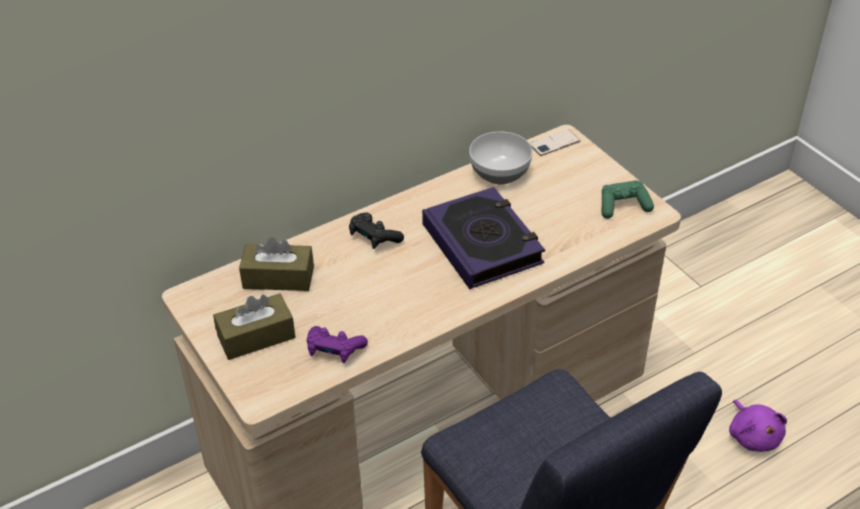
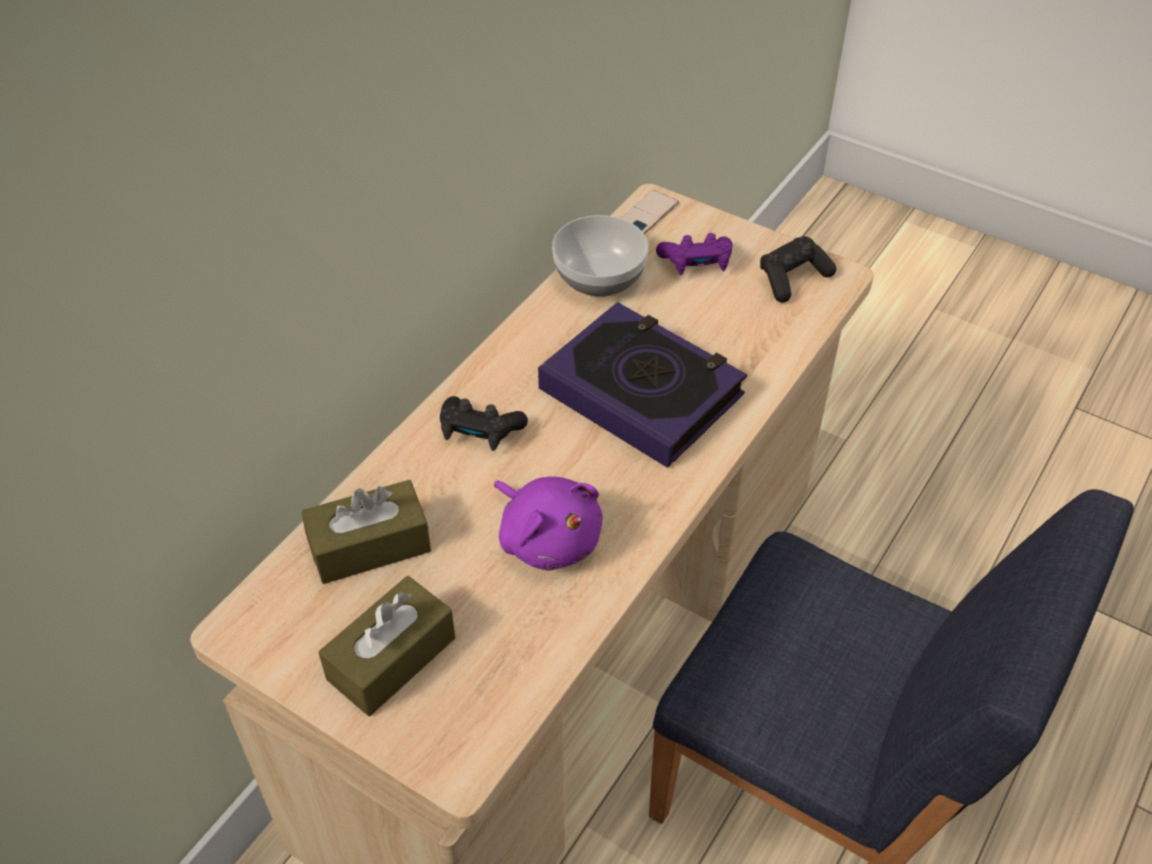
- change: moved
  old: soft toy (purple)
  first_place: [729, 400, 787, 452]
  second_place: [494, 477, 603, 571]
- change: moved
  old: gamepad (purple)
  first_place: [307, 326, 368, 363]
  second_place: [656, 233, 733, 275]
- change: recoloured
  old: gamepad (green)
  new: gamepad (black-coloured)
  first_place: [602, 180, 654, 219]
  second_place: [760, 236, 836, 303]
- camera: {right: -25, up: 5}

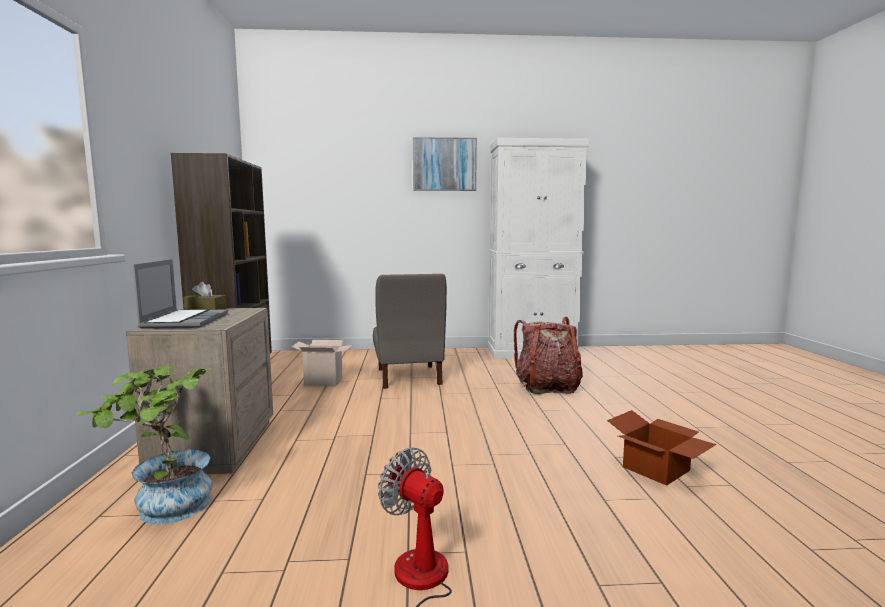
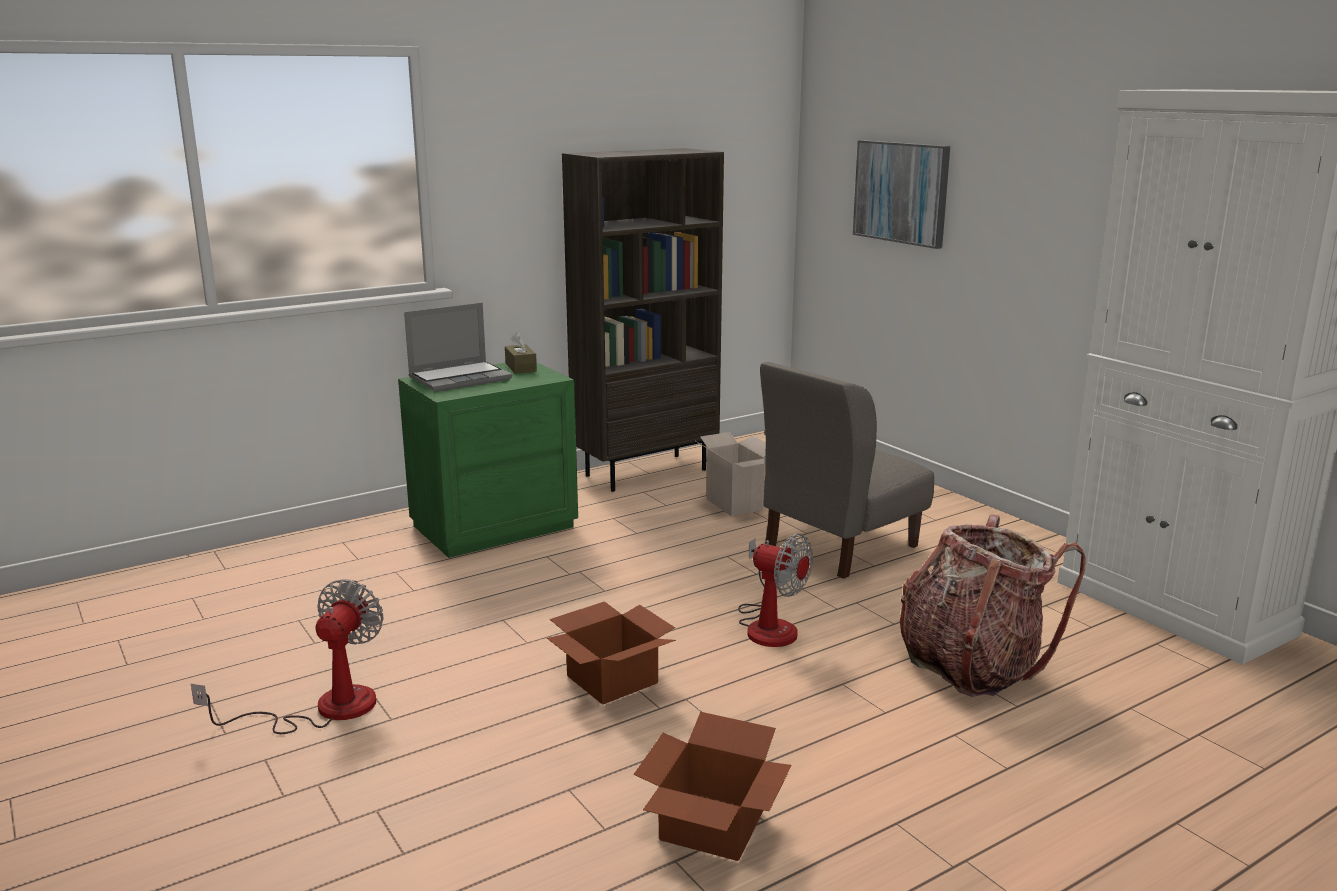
- change: recoloured
  old: night table (beige)
  new: night table (green)
  first_place: [126, 308, 273, 474]
  second_place: [398, 363, 578, 558]
- change: added
  new: carton
  second_place: [547, 601, 676, 705]
- change: added
  new: fan
  second_place: [738, 534, 813, 647]
- change: moved
  old: picture
  first_place: [413, 137, 477, 191]
  second_place: [853, 140, 950, 249]
- change: removed
  old: plant in a pot
  first_place: [76, 366, 214, 524]
- camera: {right: 60, up: 10}

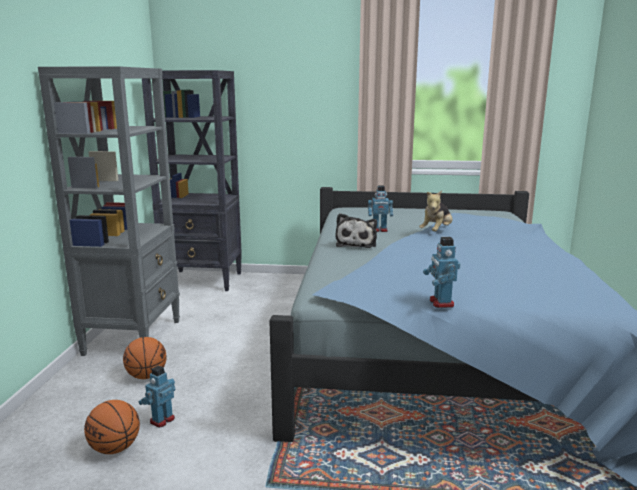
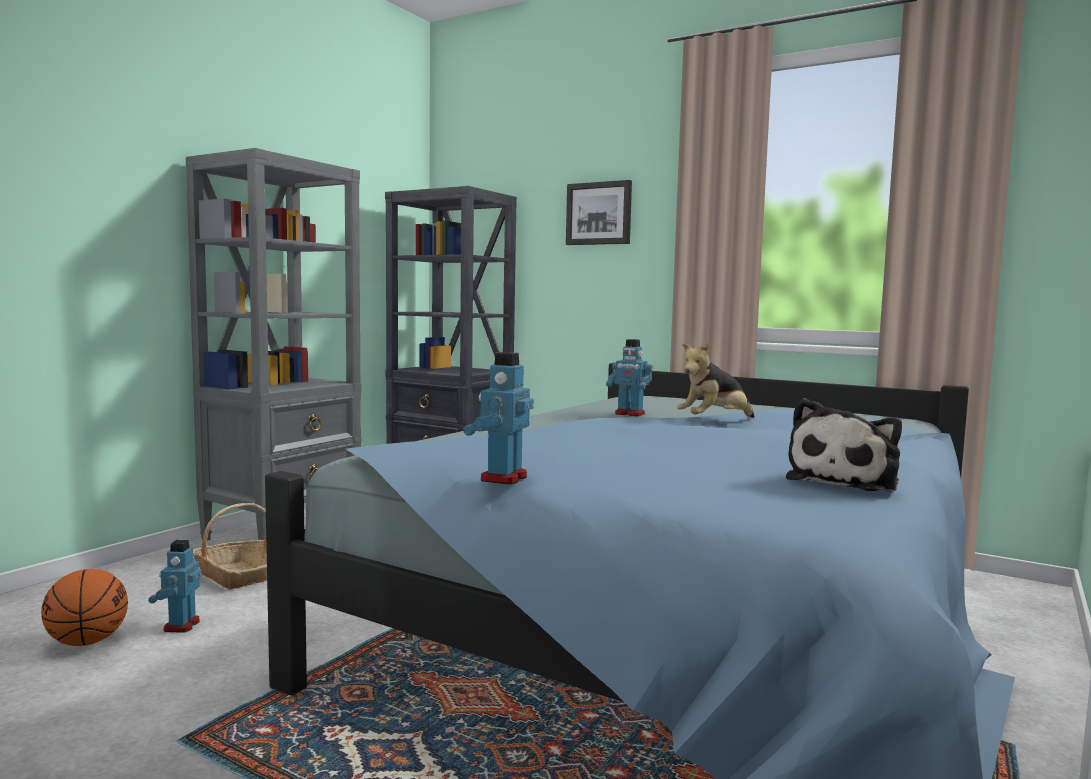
- change: turned
  old: toy robot
  first_place: [138, 365, 176, 428]
  second_place: [148, 540, 202, 632]
  degrees: -60
- change: replaced
  old: basketball
  new: basket
  first_place: [123, 337, 167, 379]
  second_place: [193, 503, 267, 589]
- change: added
  new: picture
  second_place: [566, 180, 632, 245]
- change: moved
  old: soft toy
  first_place: [335, 213, 377, 248]
  second_place: [786, 398, 902, 492]
- camera: {right: 25, up: -10}

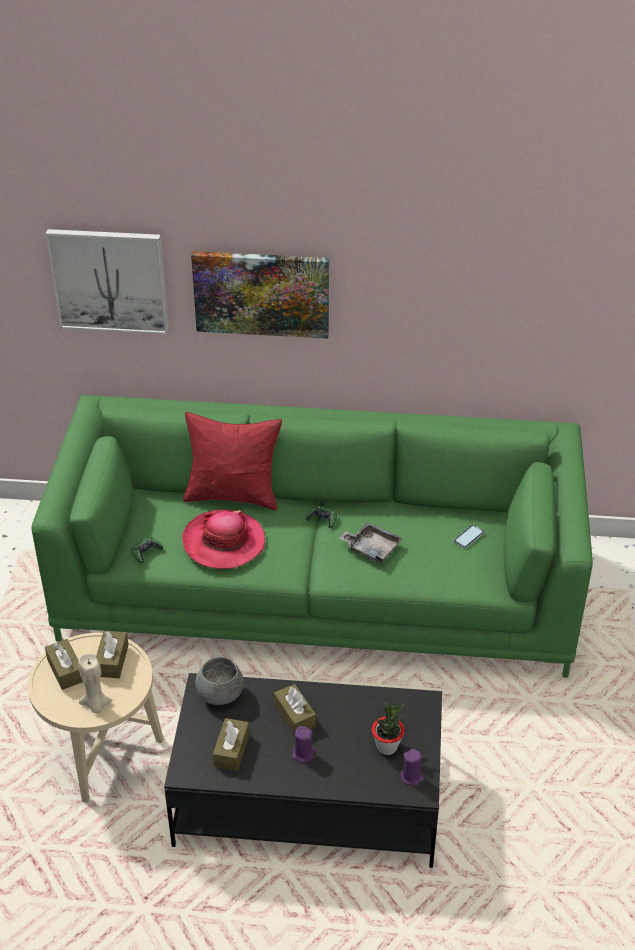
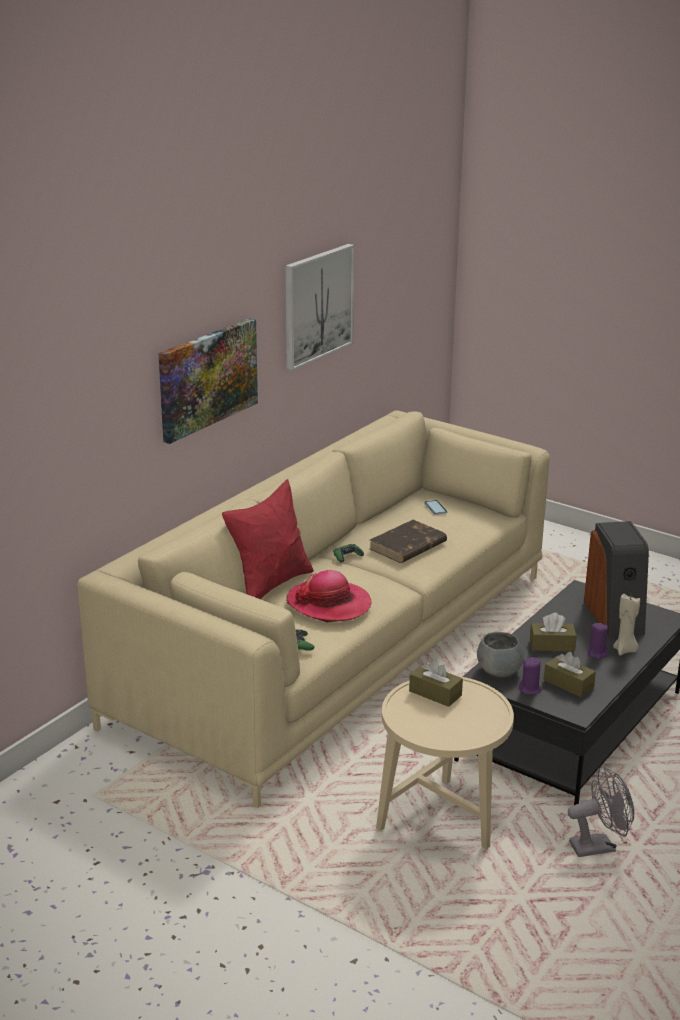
- change: recoloured
  old: couch (green)
  new: couch (beige)
  first_place: [31, 395, 593, 678]
  second_place: [77, 410, 550, 808]
- change: moved
  old: picture
  first_place: [46, 229, 169, 335]
  second_place: [285, 244, 355, 371]
- change: replaced
  old: carrying tray (gray)
  new: volume (brown-coloured)
  first_place: [339, 522, 403, 563]
  second_place: [370, 520, 447, 563]
- change: moved
  old: candle (purple)
  first_place: [400, 749, 424, 786]
  second_place: [519, 657, 542, 695]
- change: added
  new: fan (gray)
  second_place: [568, 766, 634, 857]
- change: replaced
  old: plant in a pot
  new: loudspeaker
  first_place: [372, 702, 405, 755]
  second_place: [584, 521, 649, 637]
- change: moved
  old: candle (beige)
  first_place: [78, 653, 112, 713]
  second_place: [613, 594, 640, 656]
- change: removed
  old: tissue holder (brown-coloured)
  first_place: [45, 639, 82, 690]
- camera: {right: -60, up: -15}

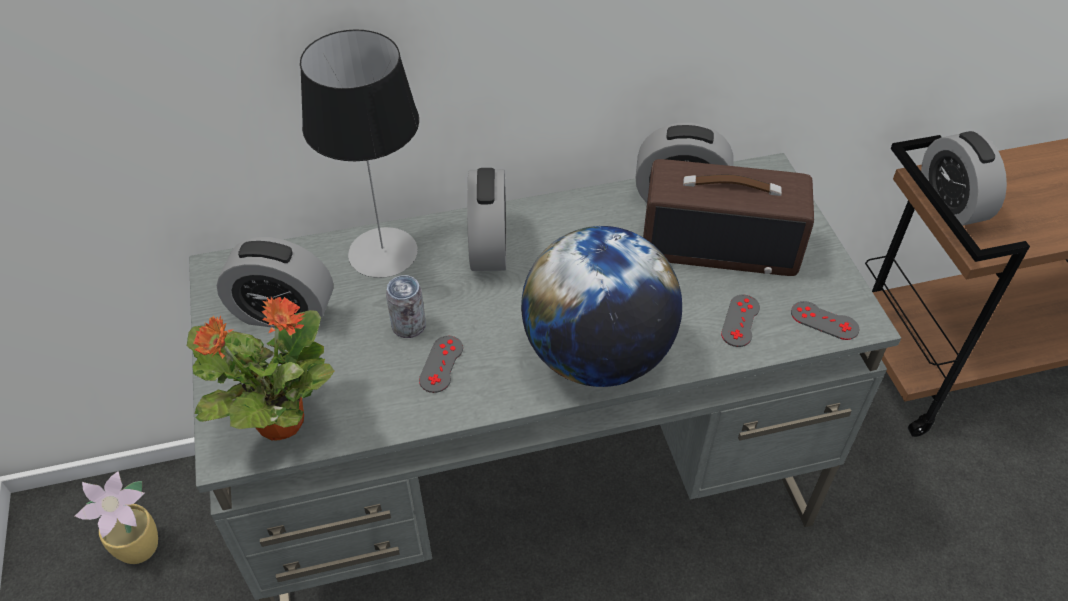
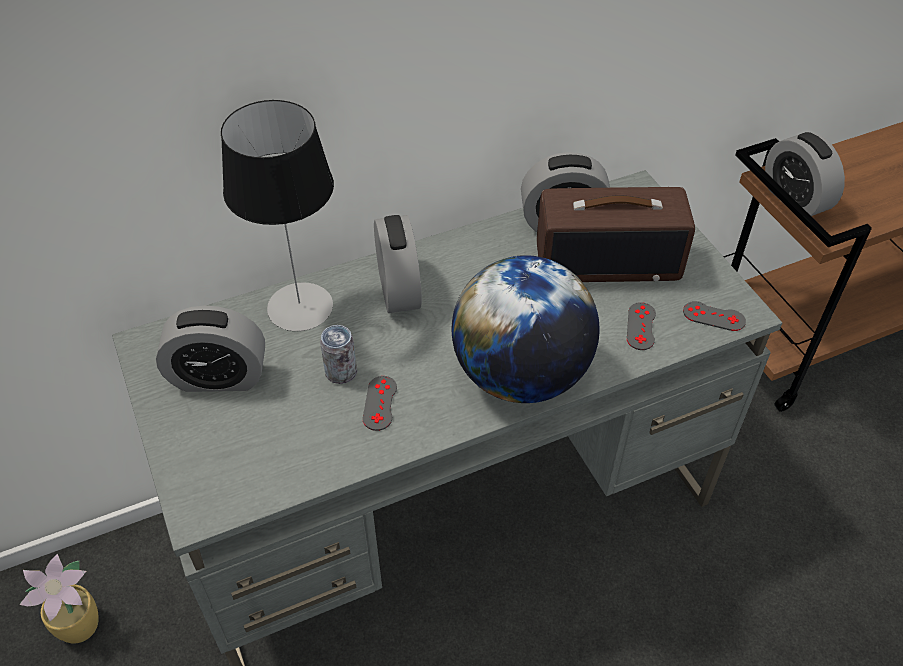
- change: removed
  old: plant in a pot
  first_place: [187, 297, 334, 441]
- camera: {right: -10, up: 0}

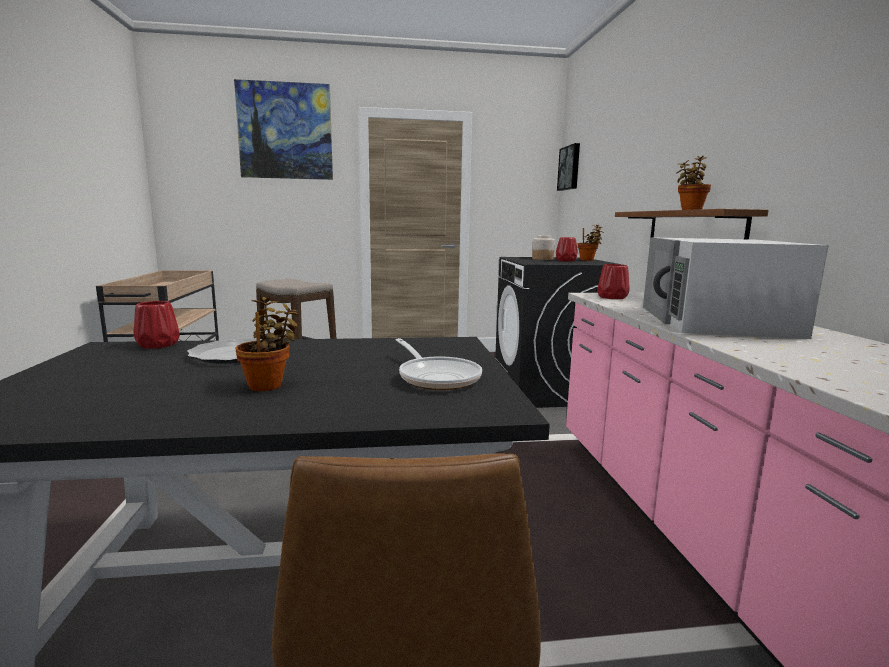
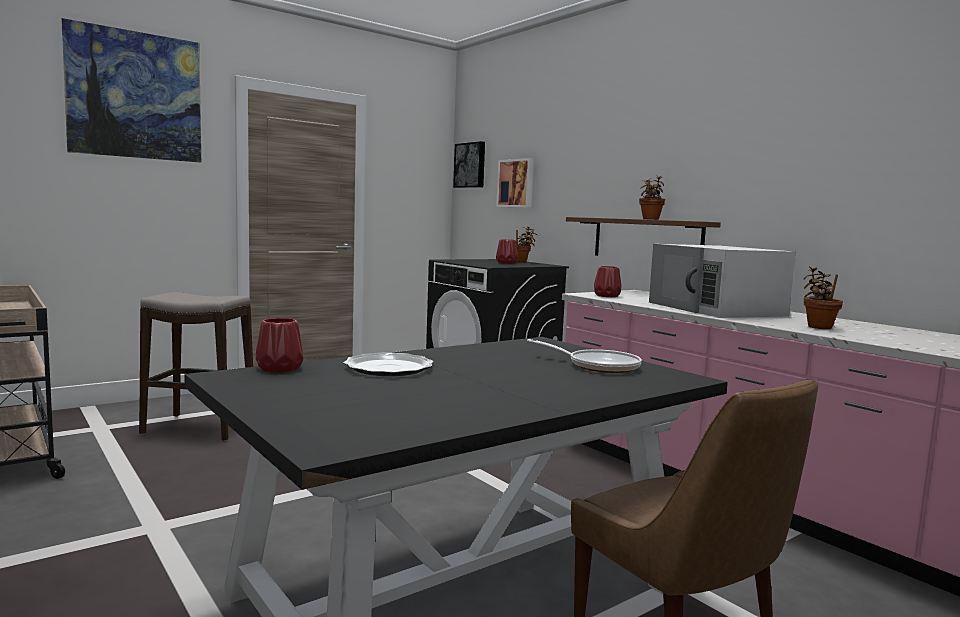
- change: added
  new: picture
  second_place: [496, 158, 534, 208]
- change: moved
  old: plant in a pot
  first_place: [236, 297, 298, 391]
  second_place: [804, 266, 843, 329]
- change: removed
  old: jar
  first_place: [532, 235, 555, 260]
- camera: {right: -30, up: -5}

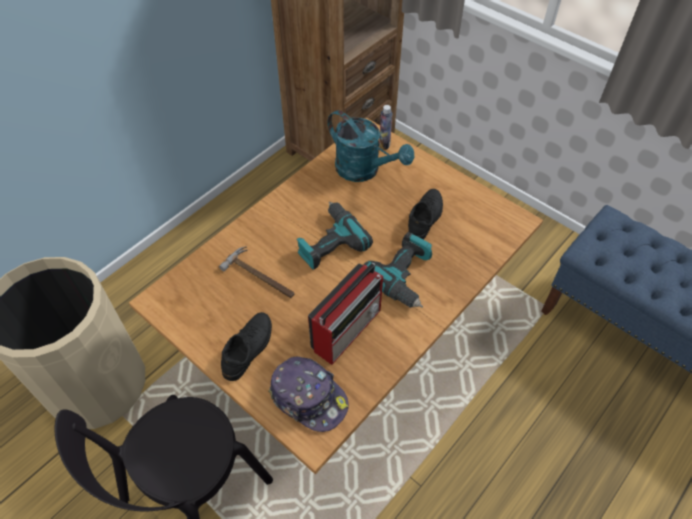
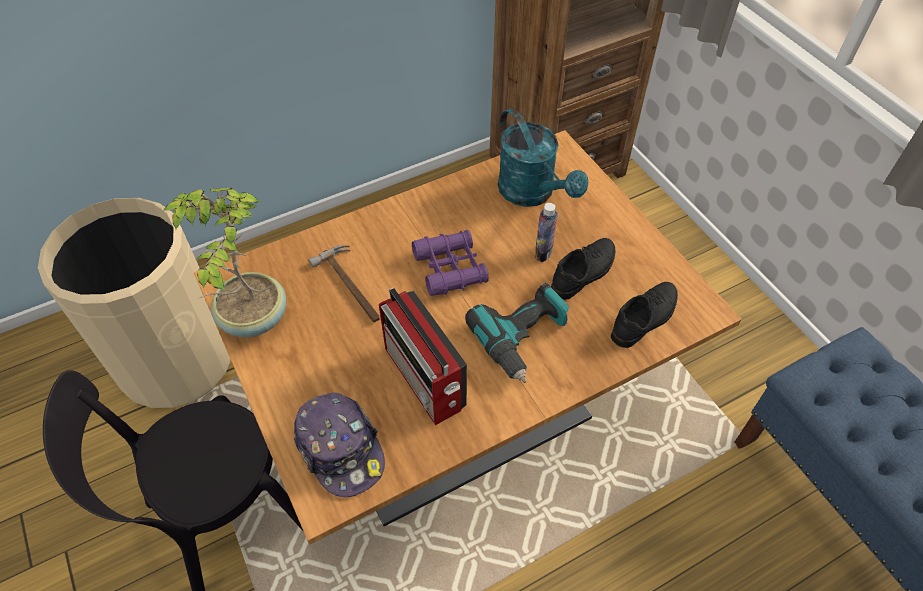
- change: added
  new: plant in a pot
  second_place: [163, 188, 286, 337]
- change: turned
  old: radio receiver
  first_place: [308, 262, 383, 365]
  second_place: [379, 288, 467, 425]
  degrees: 90
- change: replaced
  old: power drill
  new: pair of binoculars (purple)
  first_place: [296, 201, 373, 270]
  second_place: [412, 230, 489, 296]
- change: moved
  old: drink bottle
  first_place: [379, 105, 392, 150]
  second_place: [535, 203, 558, 262]
- change: moved
  old: item of footwear (black-coloured)
  first_place: [221, 312, 272, 381]
  second_place: [611, 282, 678, 348]
- camera: {right: 20, up: 0}

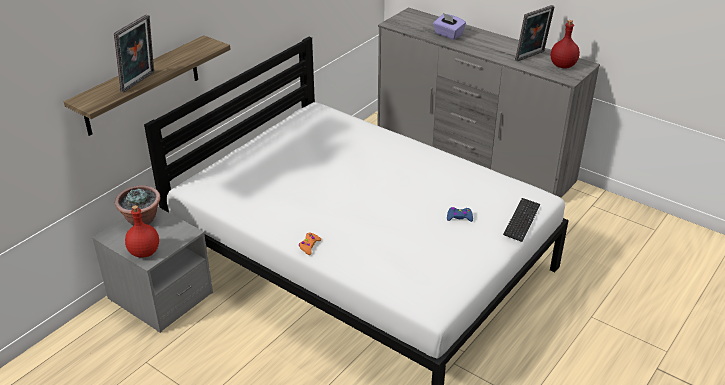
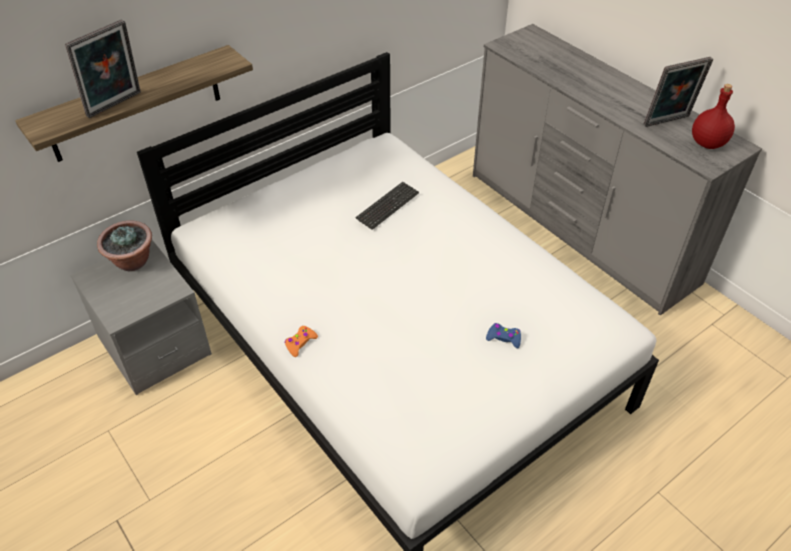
- change: moved
  old: keyboard
  first_place: [503, 198, 540, 242]
  second_place: [355, 182, 419, 230]
- change: removed
  old: drink bottle (red)
  first_place: [125, 205, 159, 258]
- change: removed
  old: tissue holder (purple)
  first_place: [433, 13, 466, 40]
- camera: {right: 15, up: 10}

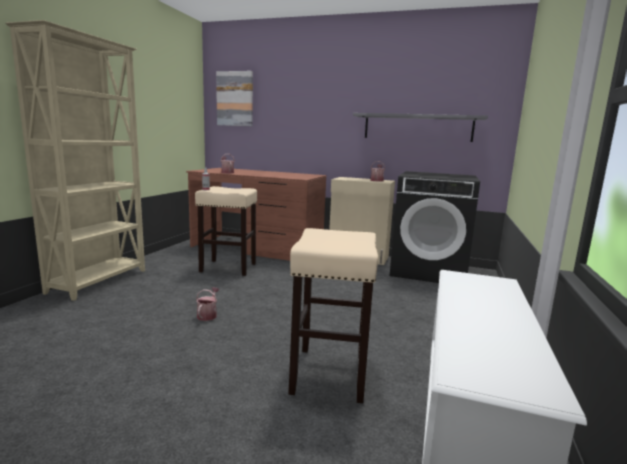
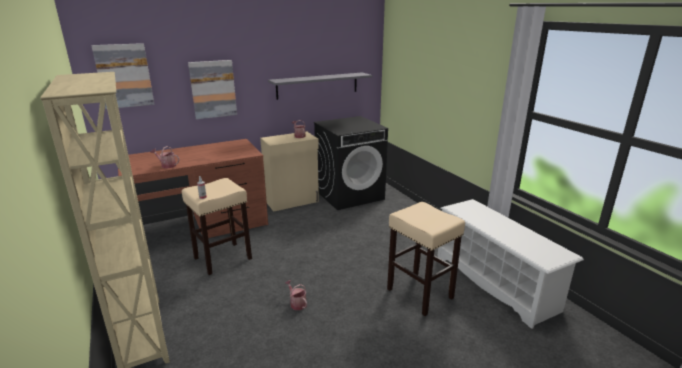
- change: added
  new: picture
  second_place: [188, 60, 237, 119]
- camera: {right: -45, up: 10}

